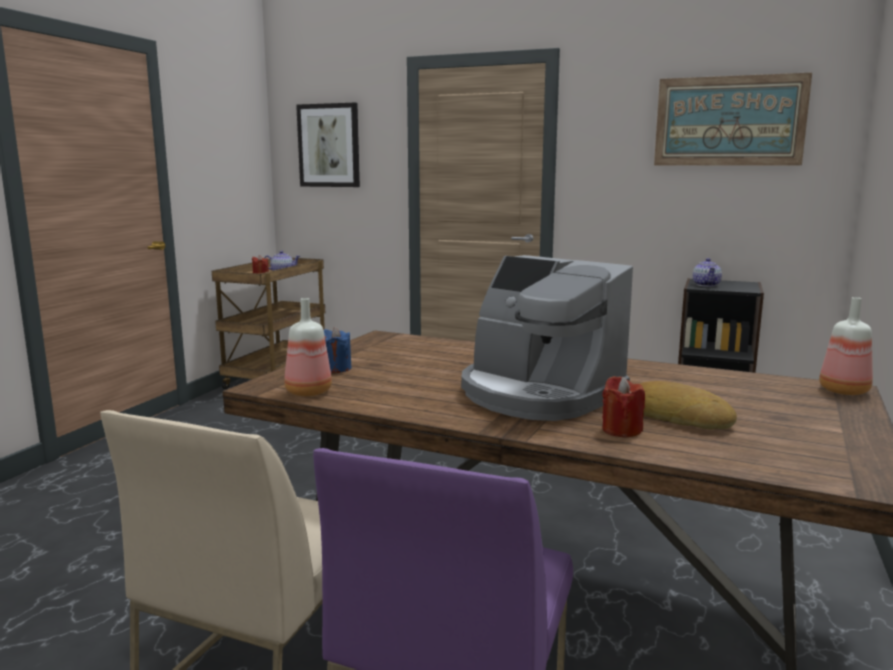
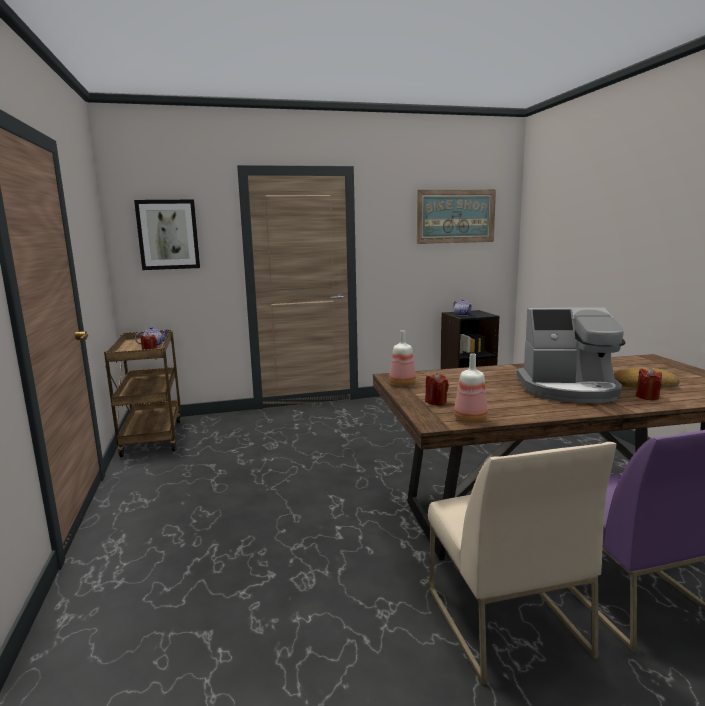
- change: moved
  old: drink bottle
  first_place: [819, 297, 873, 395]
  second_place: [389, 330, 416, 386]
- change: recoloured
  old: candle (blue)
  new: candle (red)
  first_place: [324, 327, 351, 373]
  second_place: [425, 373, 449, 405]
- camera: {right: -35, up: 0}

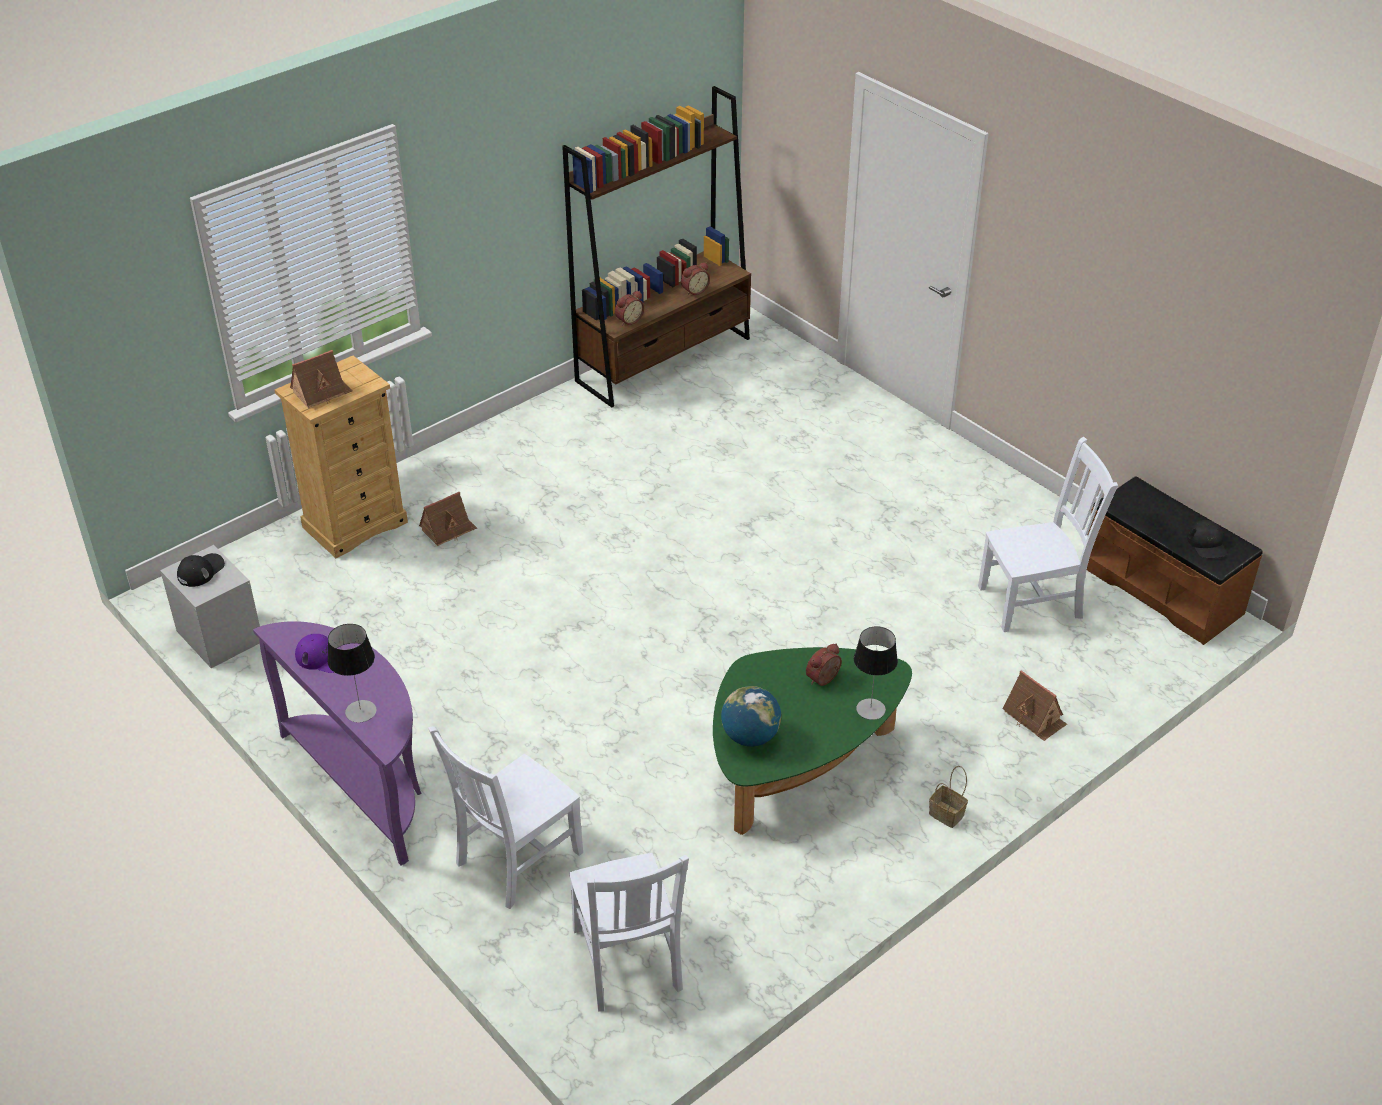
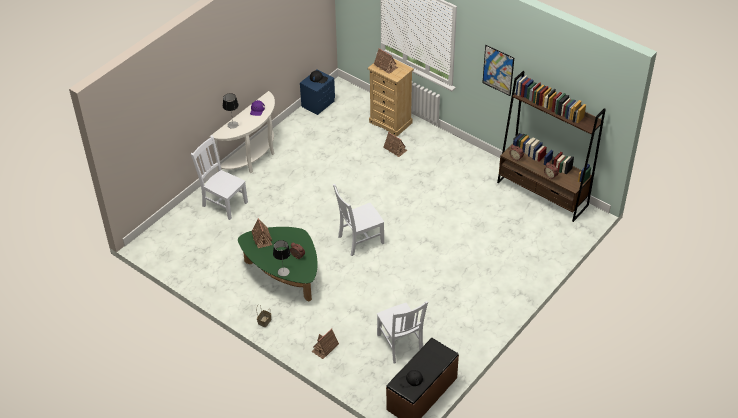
- change: recoloured
  old: narrow table (purple)
  new: narrow table (white-coloured)
  first_place: [253, 621, 422, 866]
  second_place: [209, 91, 275, 173]
- change: replaced
  old: globe
  new: toy house
  first_place: [721, 686, 781, 747]
  second_place: [251, 218, 272, 248]
- change: recoloured
  old: night table (gray)
  new: night table (blue)
  first_place: [160, 545, 260, 668]
  second_place: [300, 69, 335, 115]
- change: moved
  old: chair (white-coloured)
  first_place: [569, 853, 689, 1011]
  second_place: [333, 184, 384, 256]
- change: added
  new: picture
  second_place: [482, 45, 514, 96]
- camera: {right: 80, up: 5}

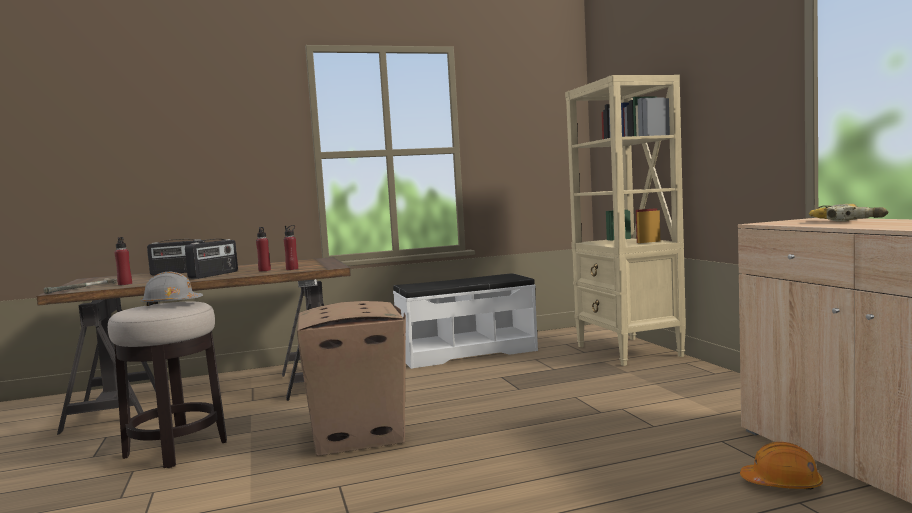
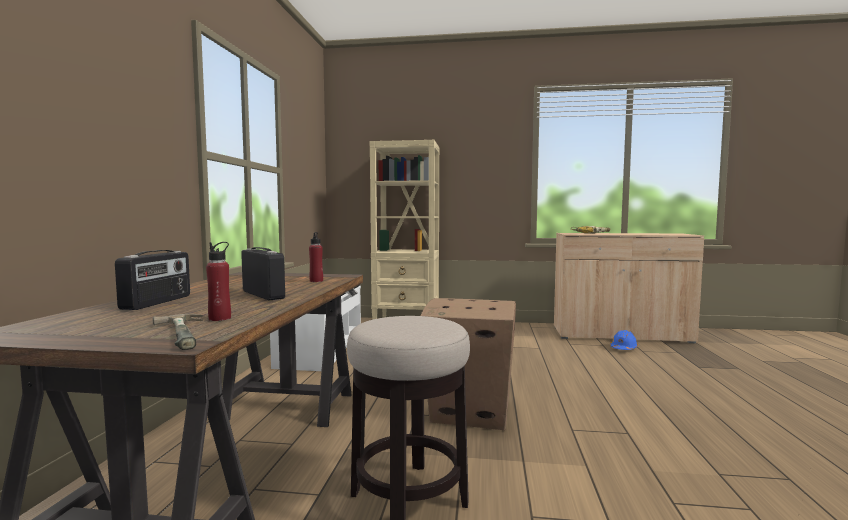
- change: recoloured
  old: safety helmet (orange-coloured)
  new: safety helmet (blue)
  first_place: [740, 442, 823, 489]
  second_place: [610, 330, 638, 350]
- change: removed
  old: safety helmet (gray)
  first_place: [141, 271, 203, 306]
- change: removed
  old: drink bottle (red)
  first_place: [256, 227, 271, 271]
- camera: {right: -65, up: 0}

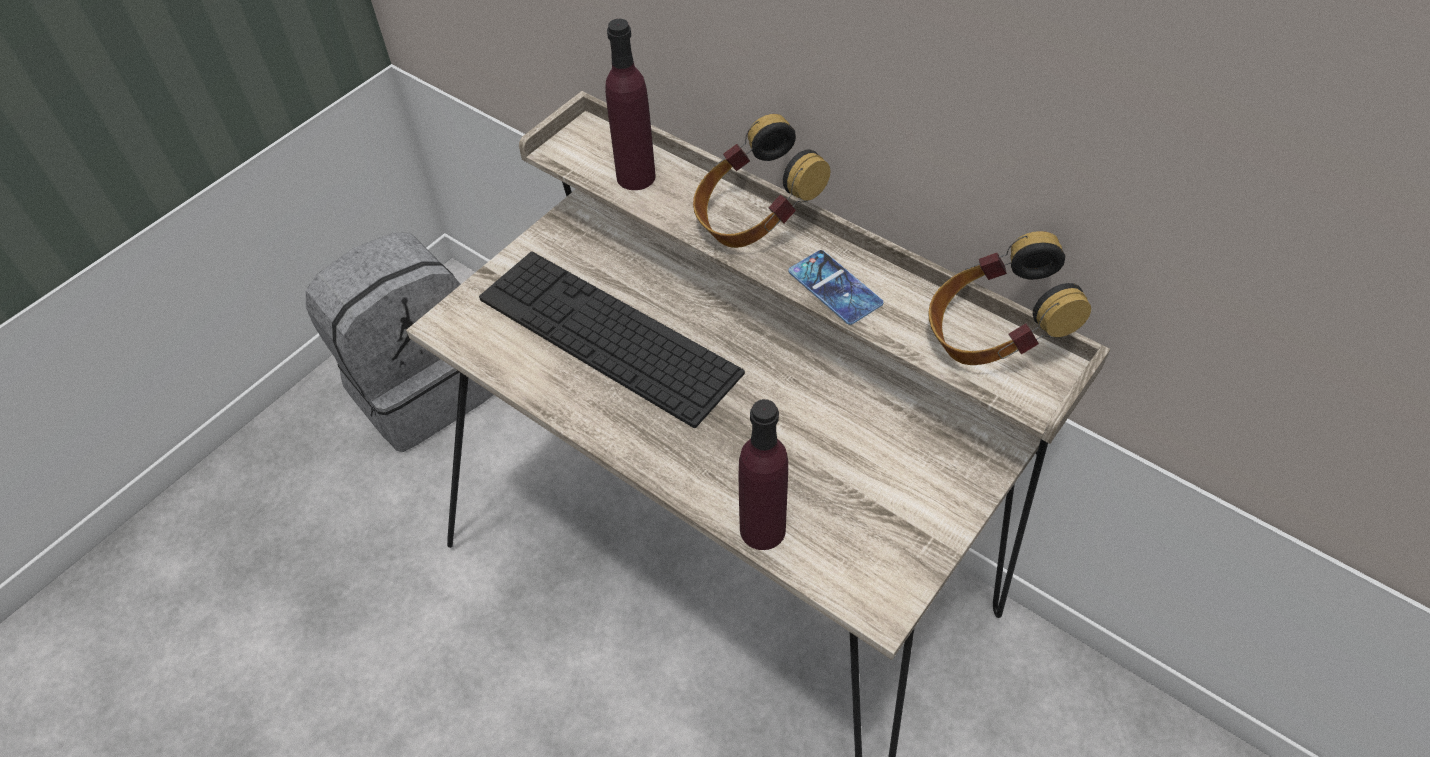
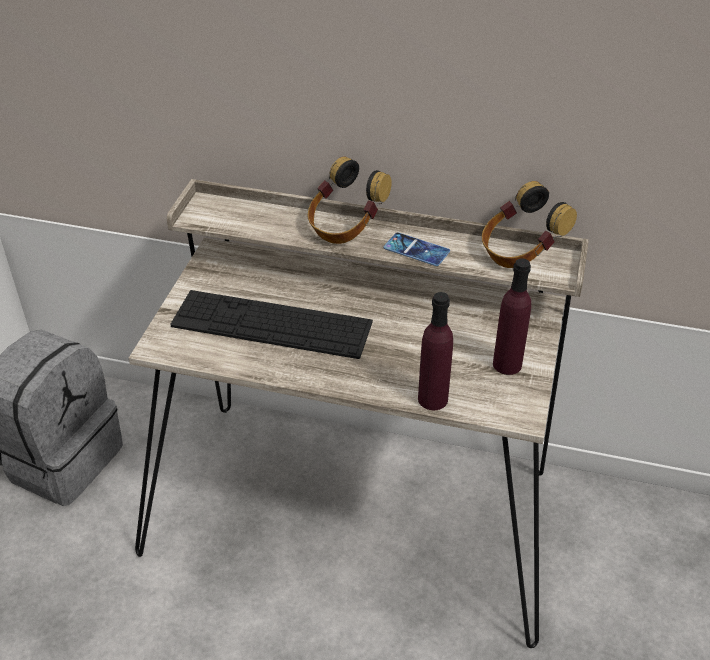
- change: moved
  old: drink bottle (purple)
  first_place: [605, 19, 656, 190]
  second_place: [493, 258, 531, 375]
- camera: {right: -25, up: -10}

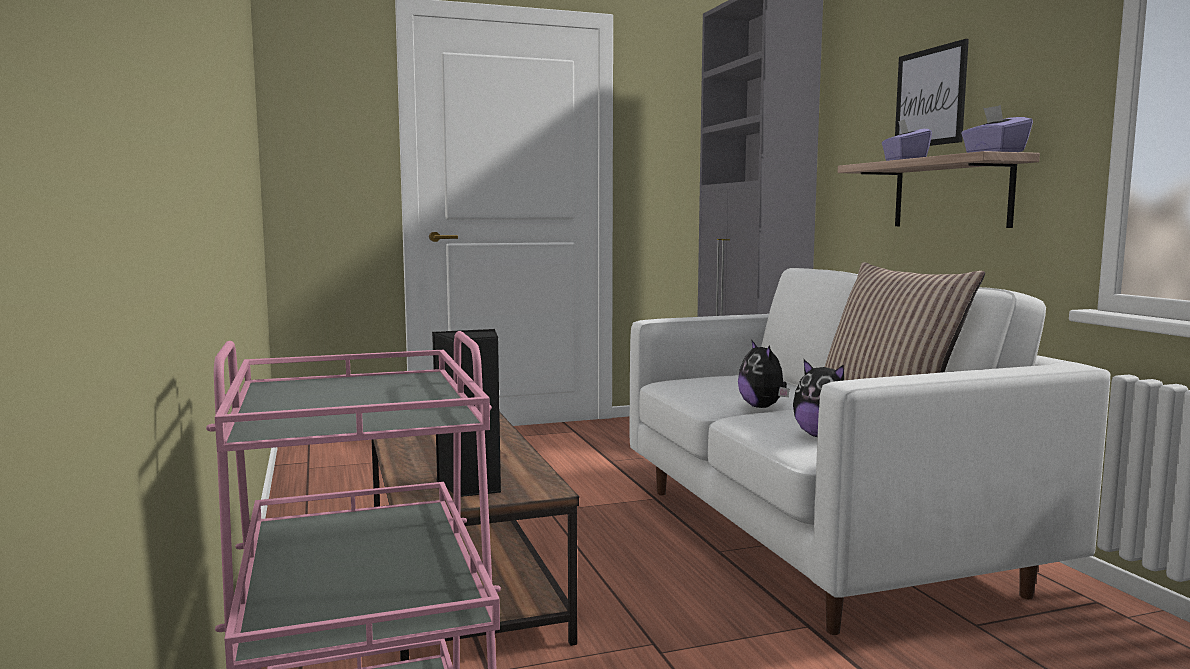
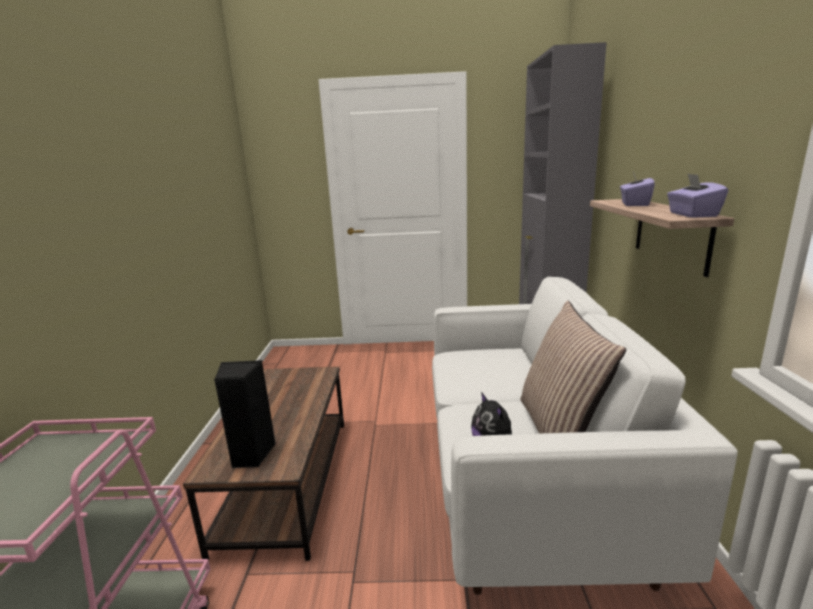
- change: removed
  old: soft toy
  first_place: [738, 339, 789, 408]
- change: removed
  old: picture
  first_place: [895, 39, 969, 146]
- camera: {right: 20, up: 10}

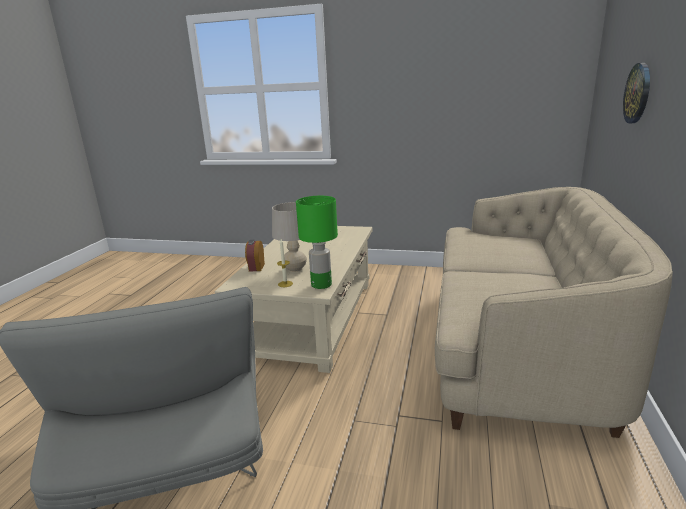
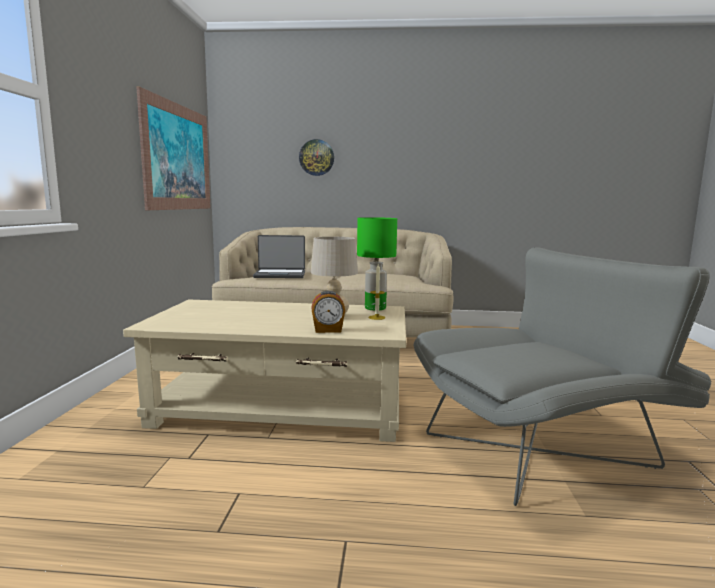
- change: added
  new: picture
  second_place: [136, 86, 210, 210]
- change: added
  new: notebook computer
  second_place: [253, 235, 305, 278]
- camera: {right: -100, up: -10}

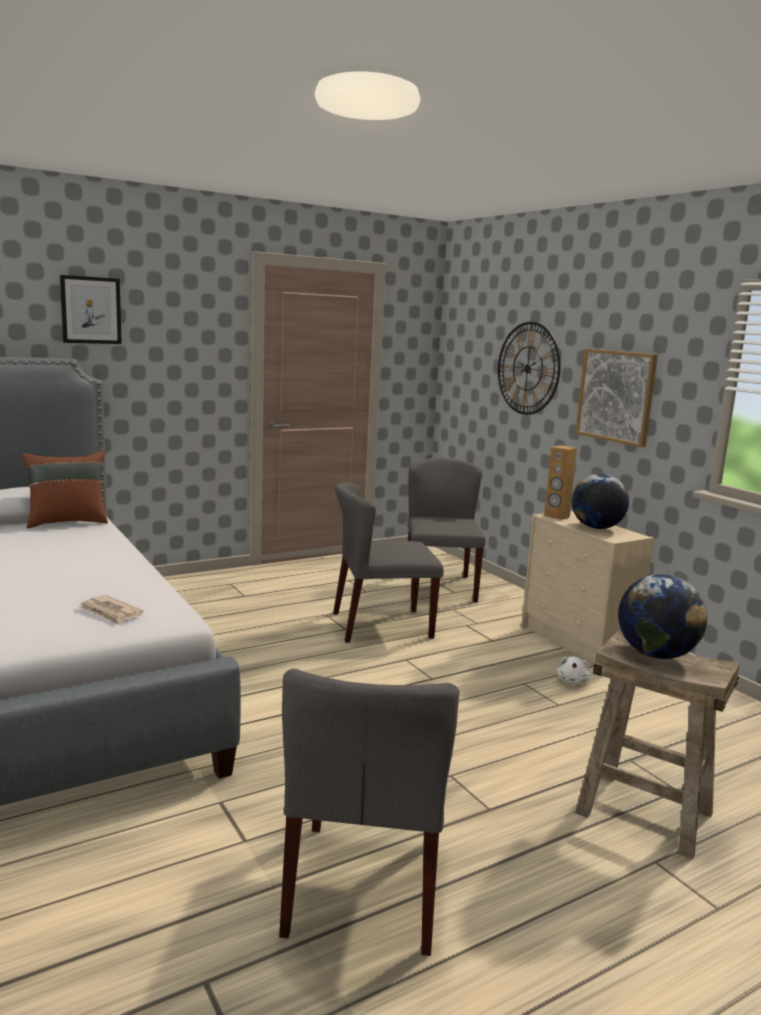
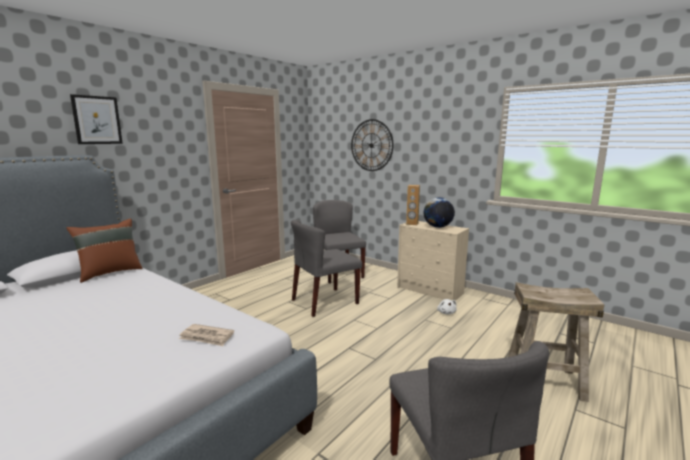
- change: removed
  old: picture
  first_place: [575, 349, 658, 448]
- change: removed
  old: globe
  first_place: [618, 574, 707, 659]
- camera: {right: -20, up: 0}

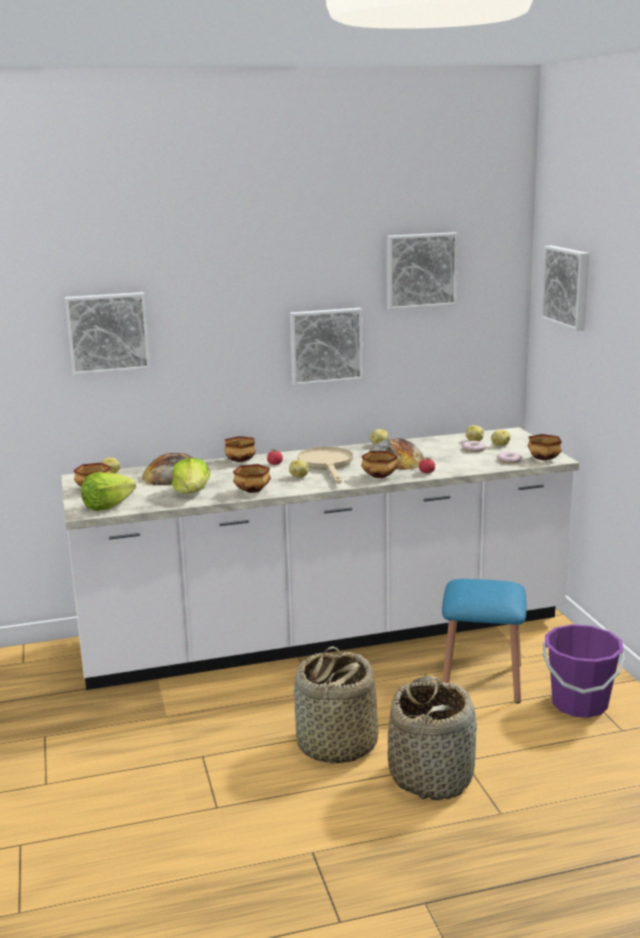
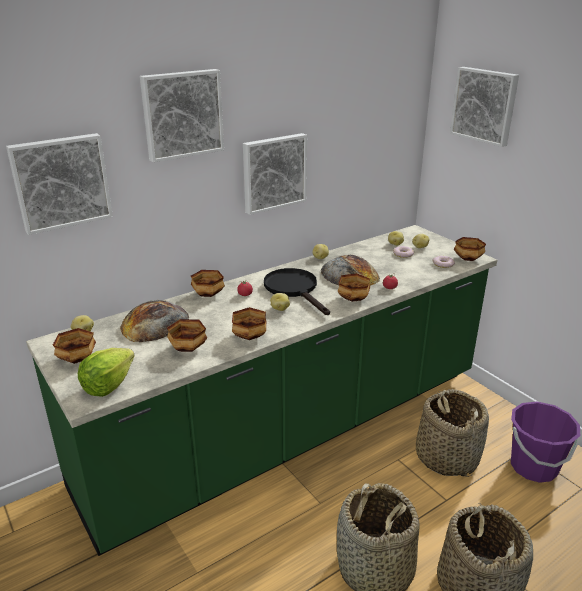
- change: recoloured
  old: kitchen base unit (white-coloured)
  new: kitchen base unit (green)
  first_place: [61, 427, 579, 690]
  second_place: [26, 225, 497, 556]
- change: moved
  old: picture
  first_place: [387, 232, 458, 310]
  second_place: [140, 69, 224, 163]
- change: replaced
  old: lettuce
  new: serving bowl
  first_place: [172, 458, 210, 494]
  second_place: [167, 319, 207, 352]
- change: recoloured
  old: skillet (beige)
  new: skillet (black-coloured)
  first_place: [297, 447, 353, 484]
  second_place: [264, 268, 330, 315]
- change: replaced
  old: stool (blue)
  new: basket
  first_place: [442, 579, 526, 704]
  second_place: [416, 389, 489, 477]
- camera: {right: -20, up: 10}

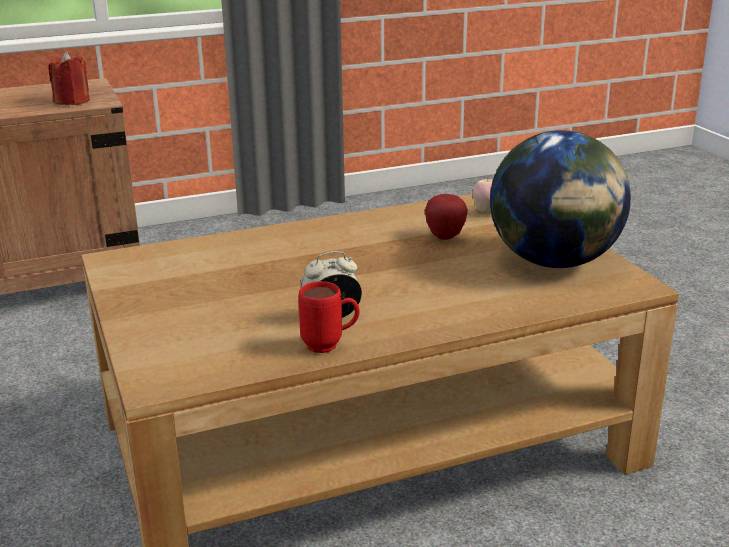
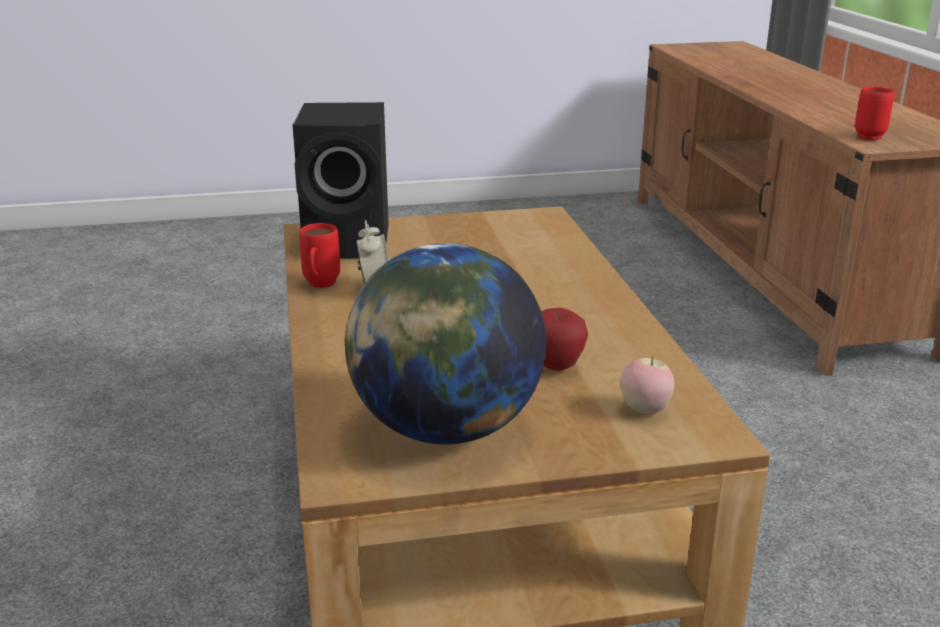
- change: added
  new: loudspeaker (black-coloured)
  second_place: [293, 102, 389, 259]
- change: replaced
  old: candle (red)
  new: coffee mug (red)
  first_place: [48, 51, 90, 105]
  second_place: [855, 87, 894, 140]
- camera: {right: 100, up: 0}

